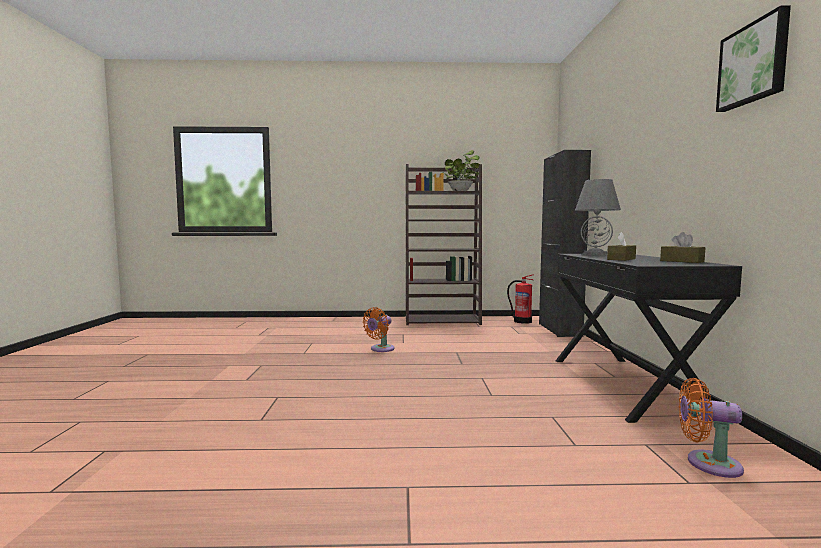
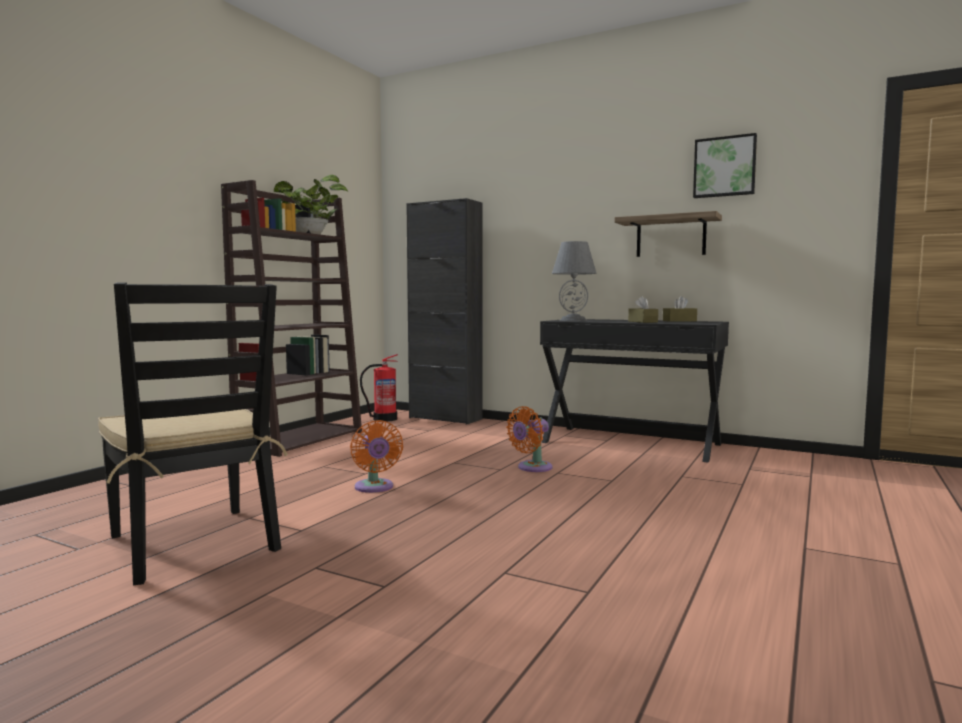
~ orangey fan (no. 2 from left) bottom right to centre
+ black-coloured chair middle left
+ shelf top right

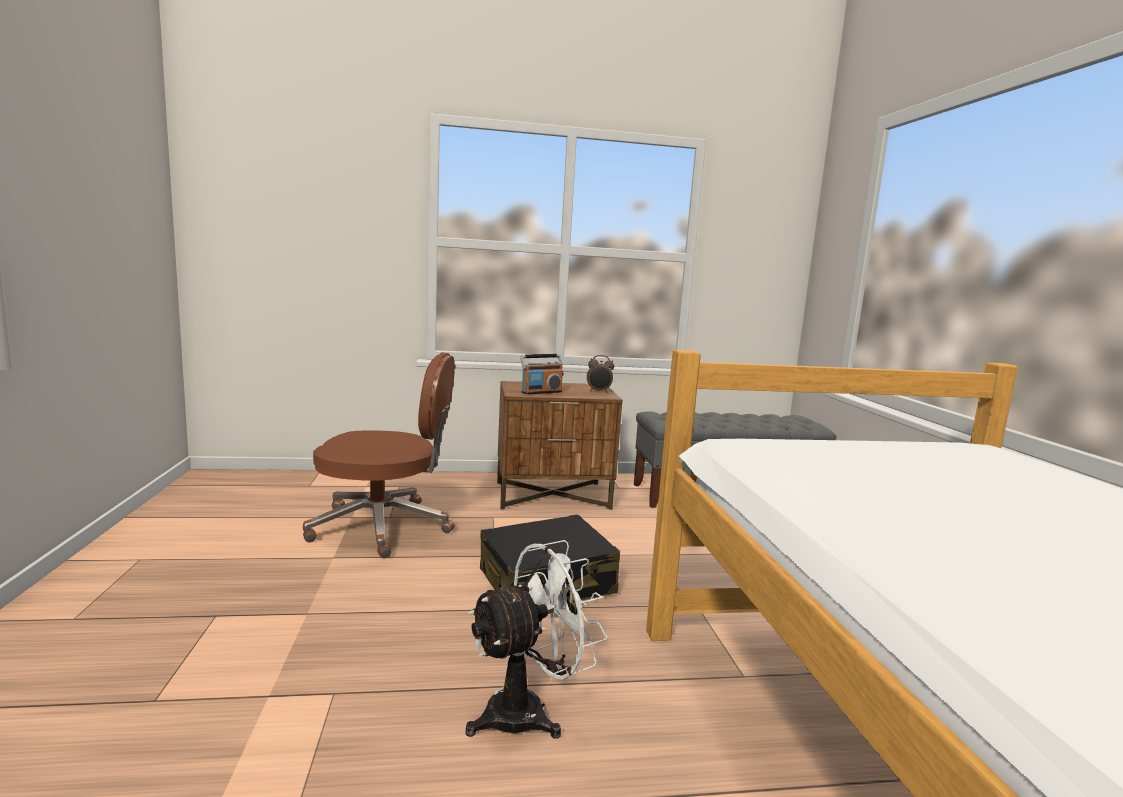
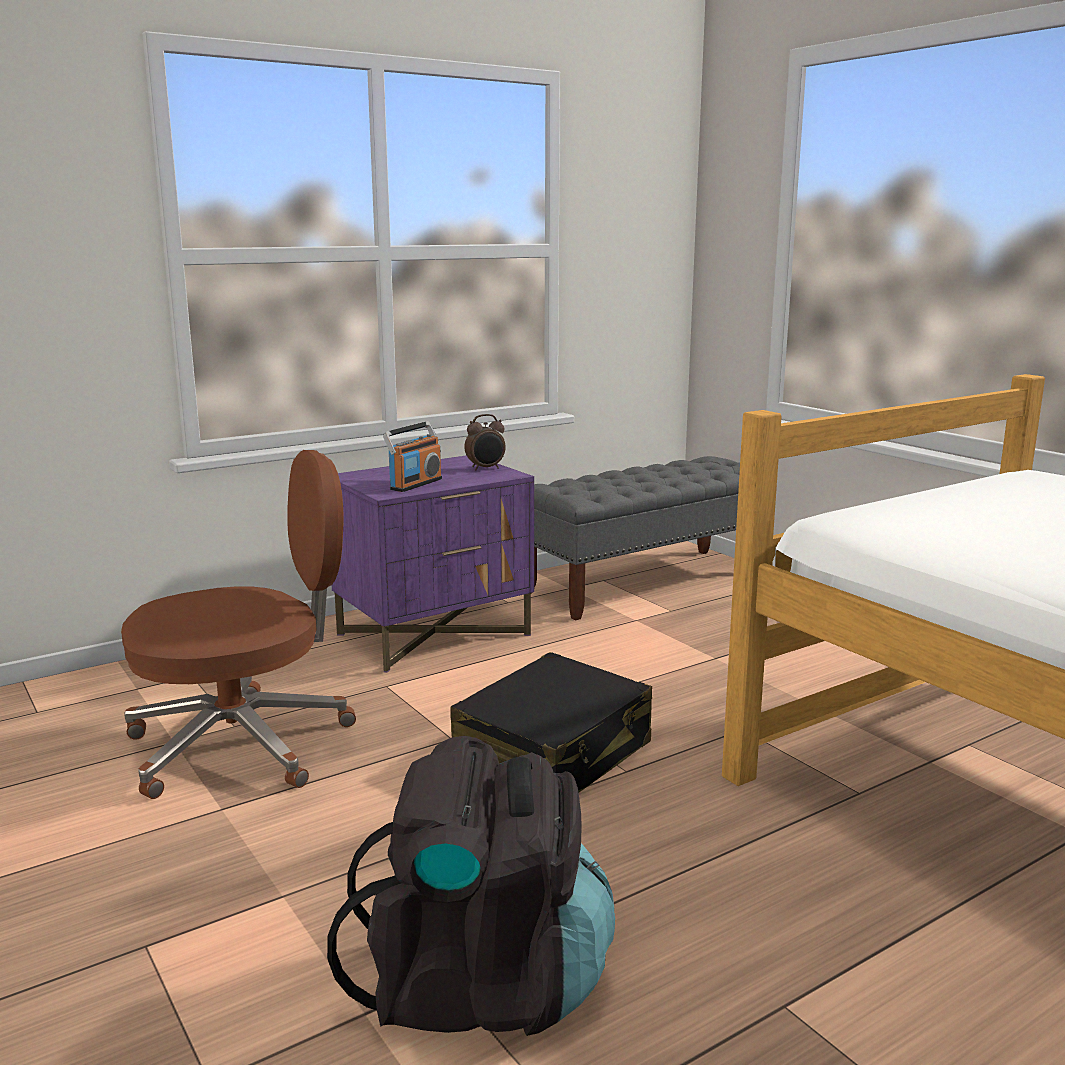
- white fan bottom centre
~ brown-coloured night table centre to purplish night table centre
+ black-coloured backpack bottom centre

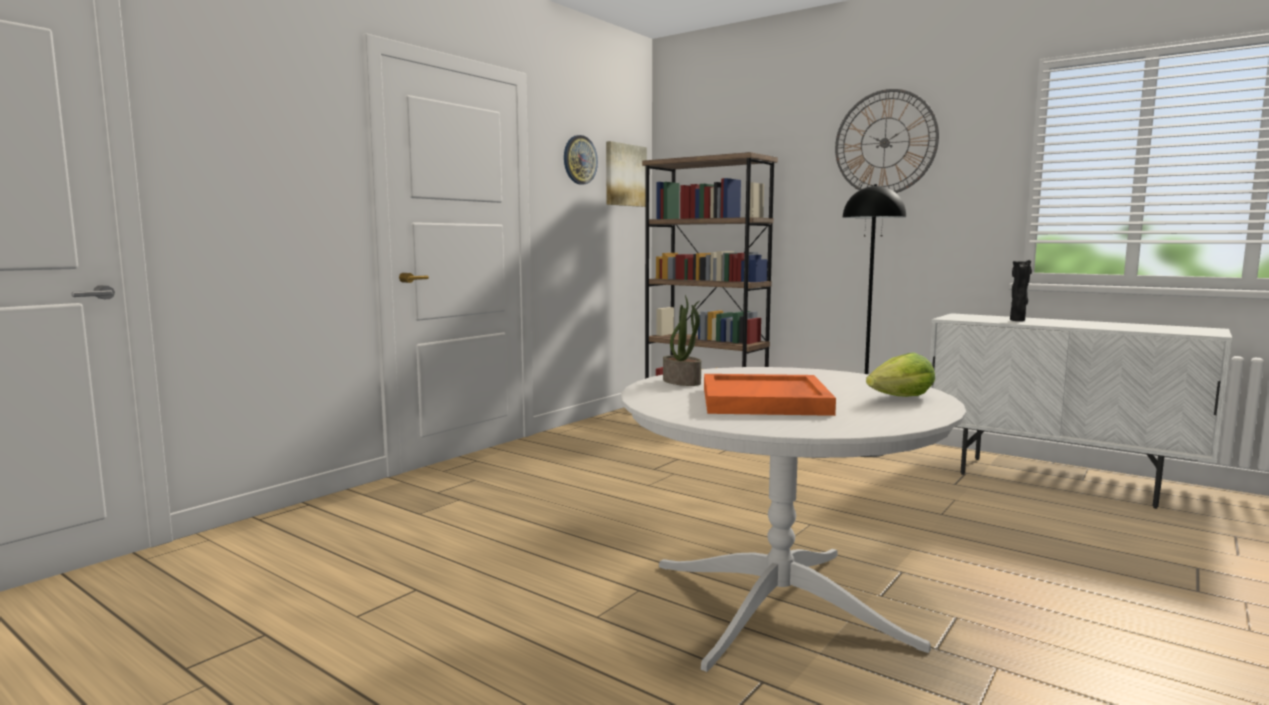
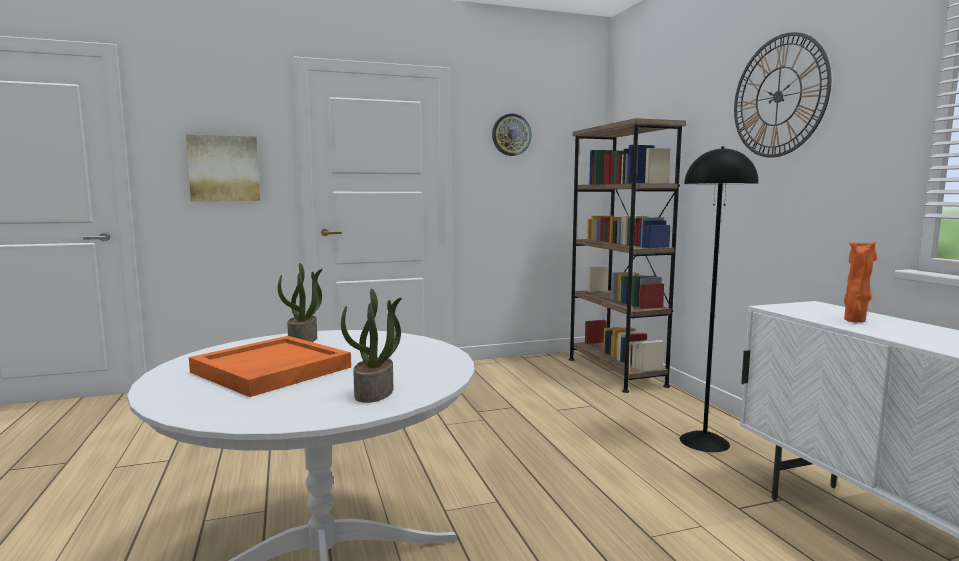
~ wall picture top centre to top left
~ lettuce middle right to plant in a pot (no. 2 from left) centre
~ black-coloured flower vase middle right to orangey flower vase middle right

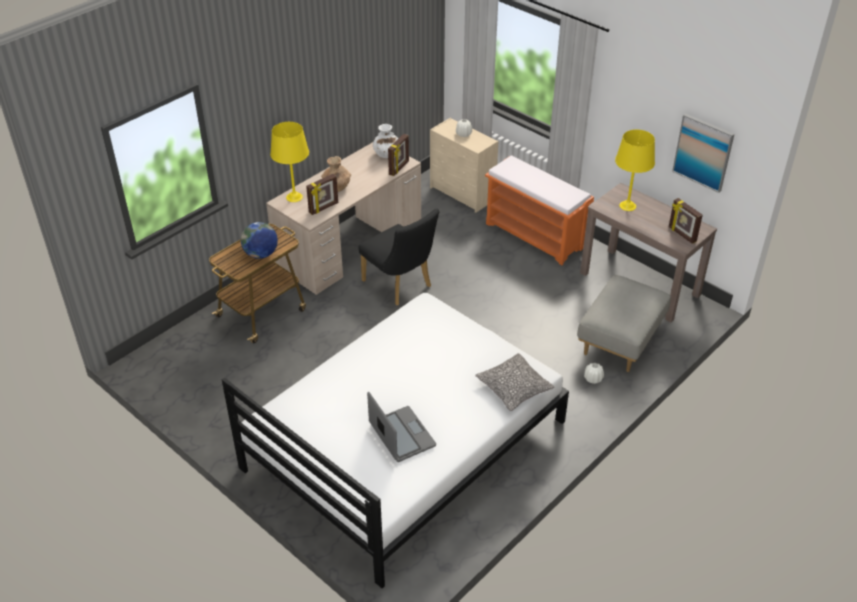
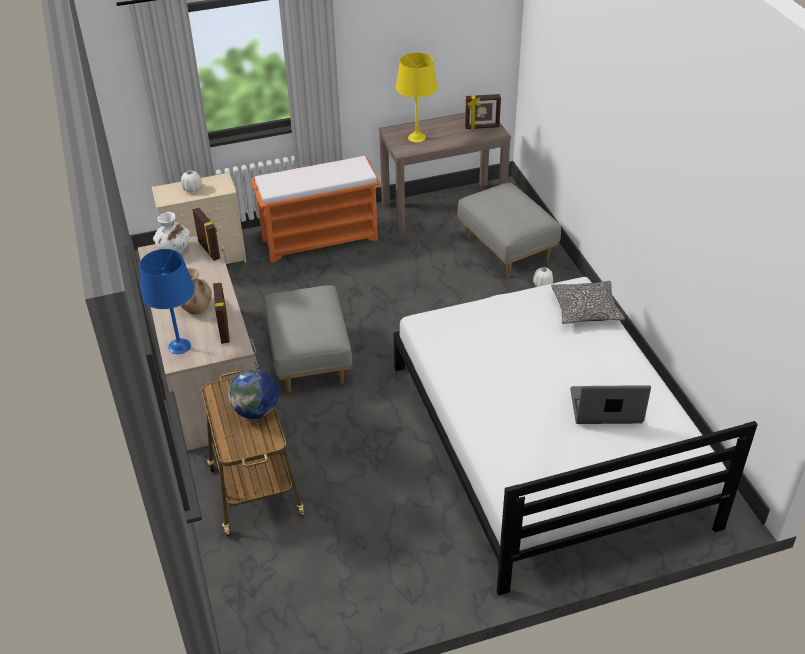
~ yellowish table lamp (no. 1 from left) top centre to blue-coloured table lamp middle left
~ black-coloured chair centre to greyish footrest (no. 1 from left) centre
- wall picture top right

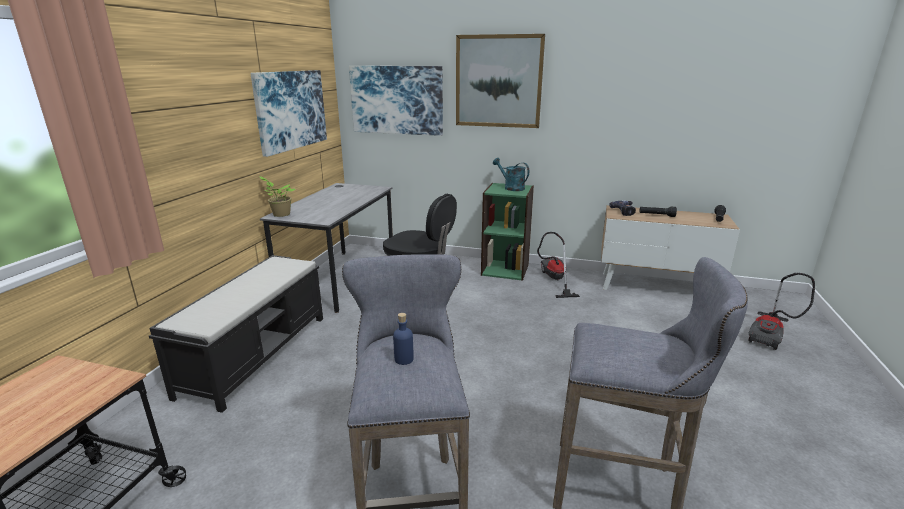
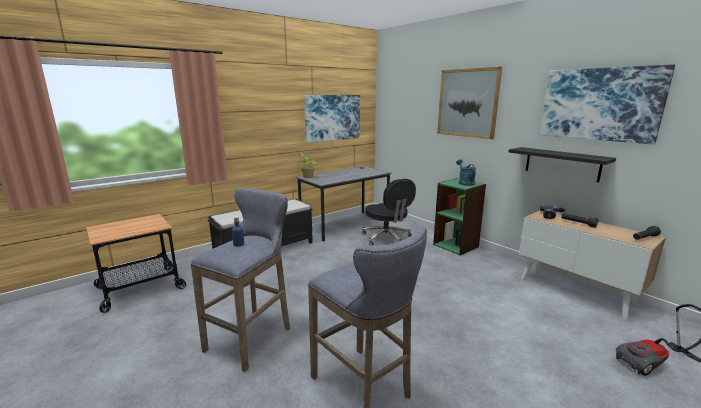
~ wall picture (no. 2 from left in the first image) top centre to wall picture (no. 3 from left) top right
- vacuum cleaner (no. 1 from left) centre
+ black-coloured shelf middle right

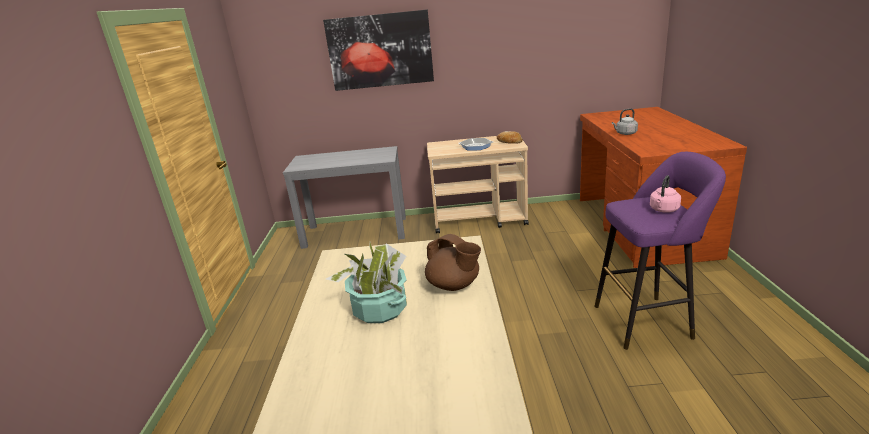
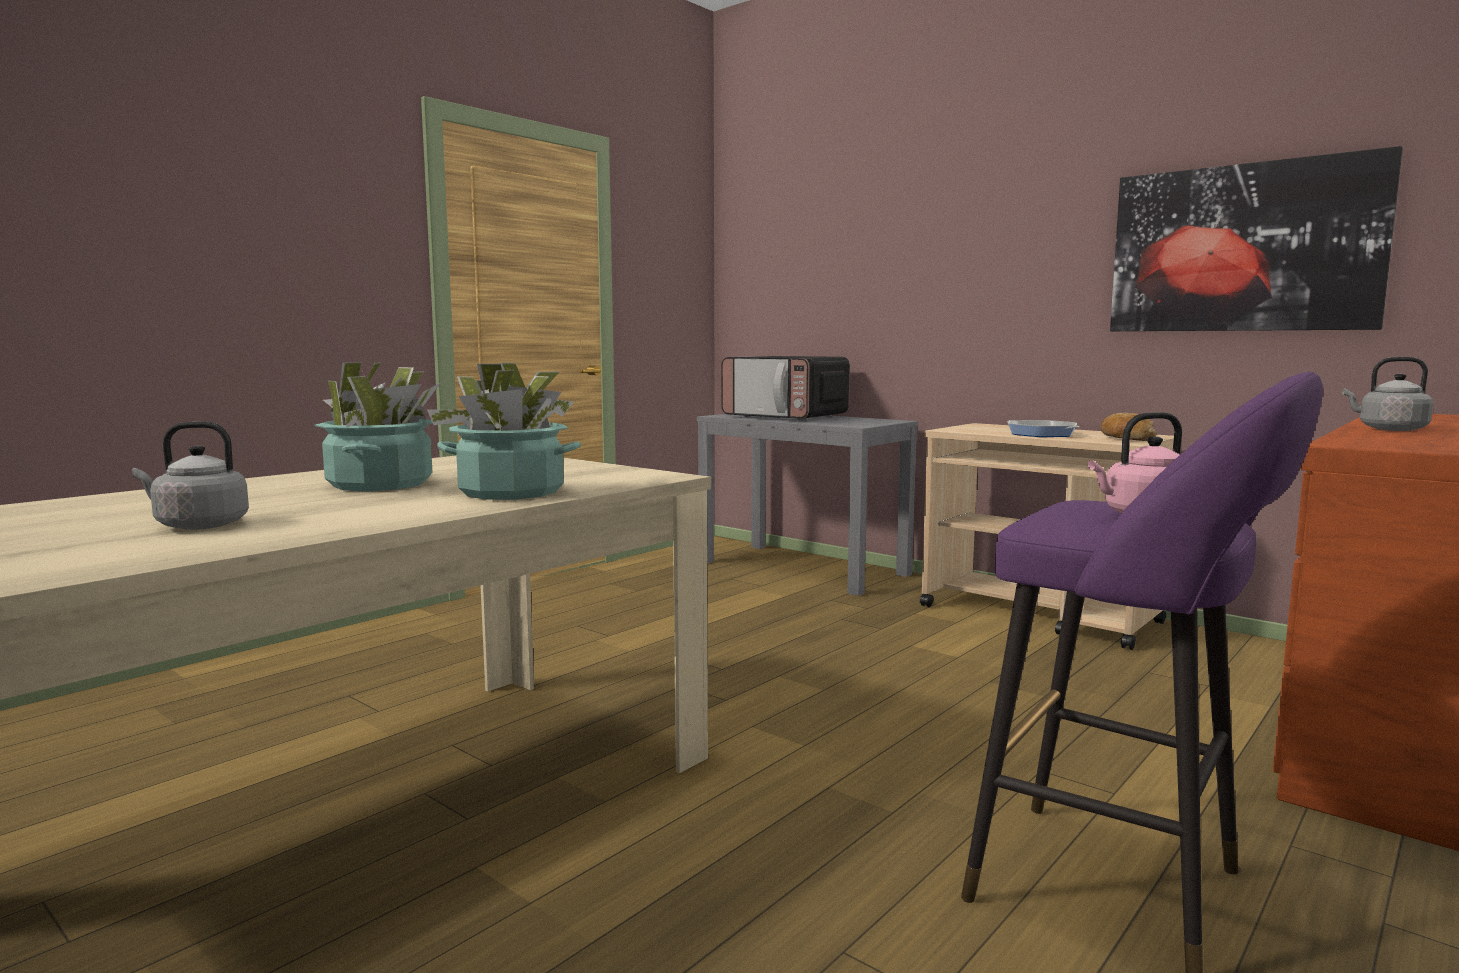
~ wall picture top centre to top right
~ brown-coloured pot for tea centre to plant in a pot (no. 2 from left) centre
+ greyish tea kettle (no. 1 from left) middle left
+ microwave oven centre

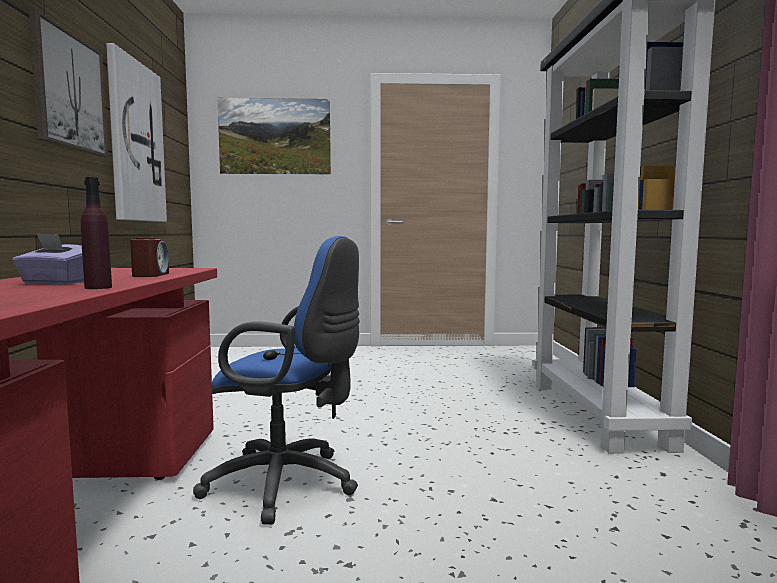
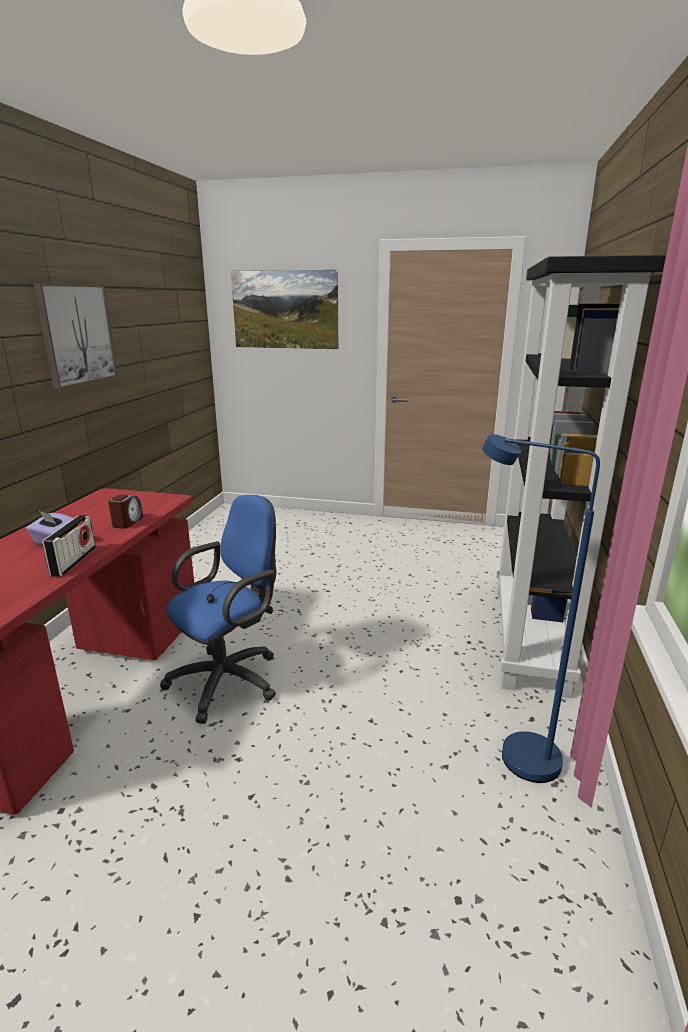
~ purplish beverage bottle middle left to radio set middle left
- wall picture (no. 2 from left) top left
~ blue-coloured desk chair centre = middle left 75 degrees counterclockwise
+ blue-coloured standard lamp middle right

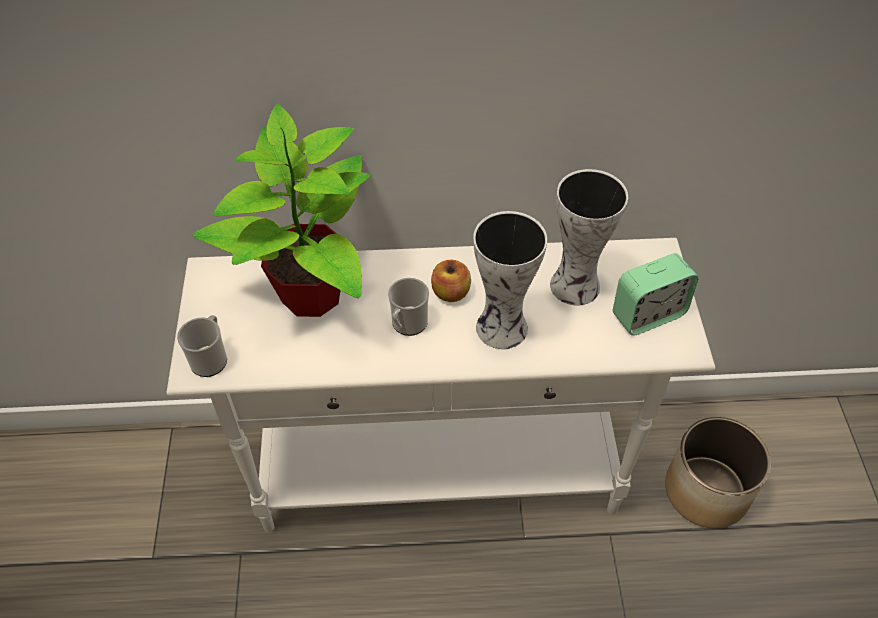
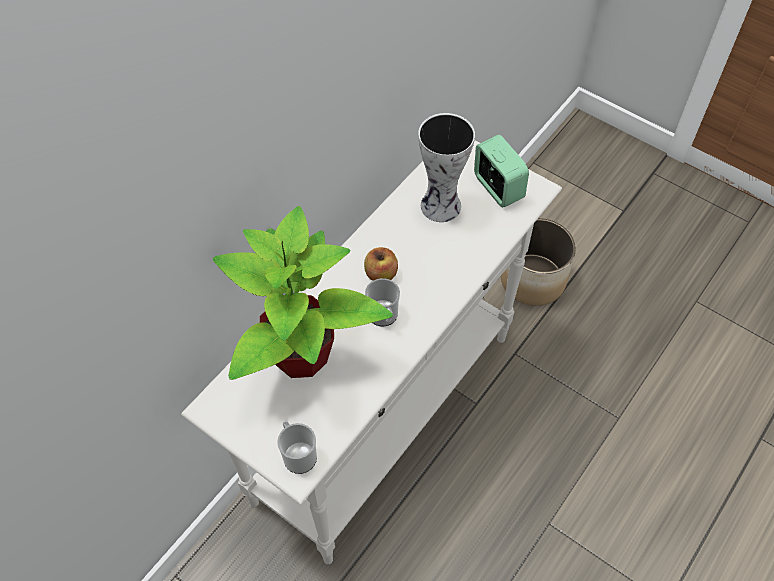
- flower vase (no. 1 from left) centre
~ alarm clock middle right = top centre 45 degrees counterclockwise

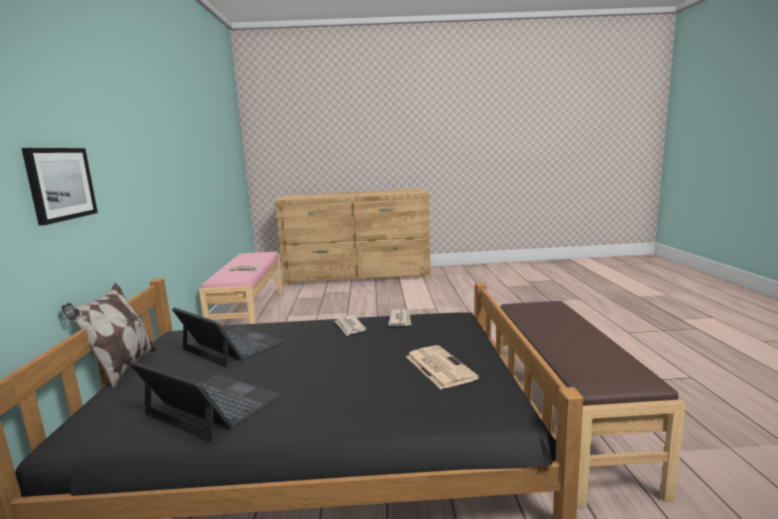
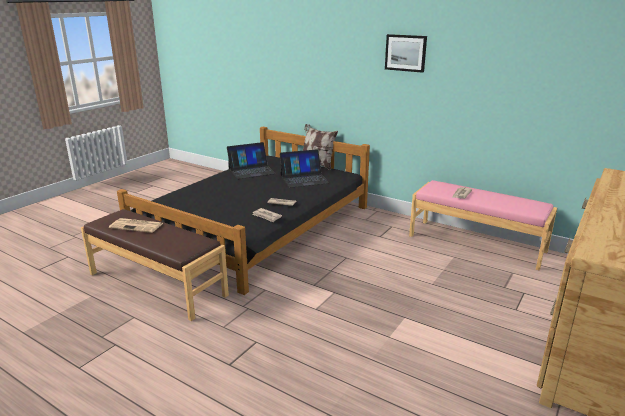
~ wall picture middle left to top centre
~ newspaper (no. 4 from left in the first image) bottom centre to newspaper (no. 1 from left) middle left

